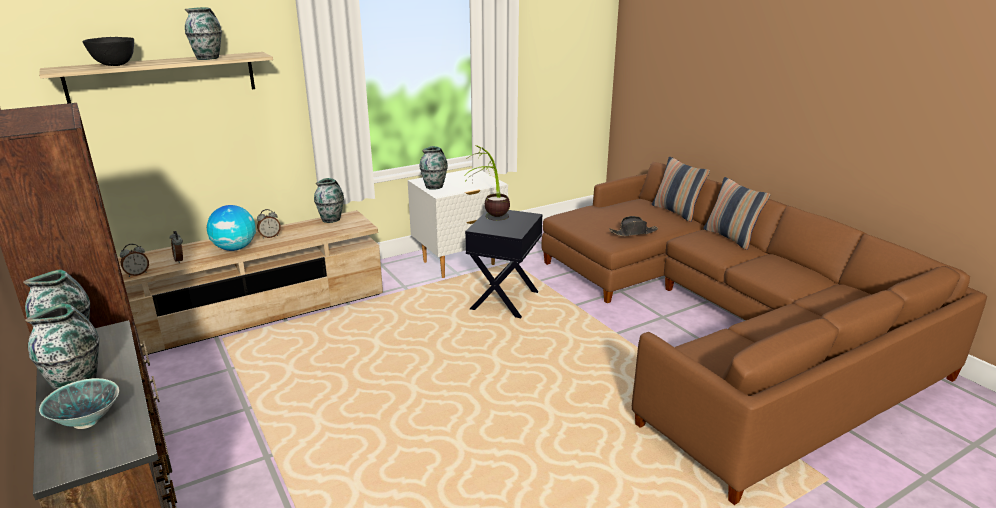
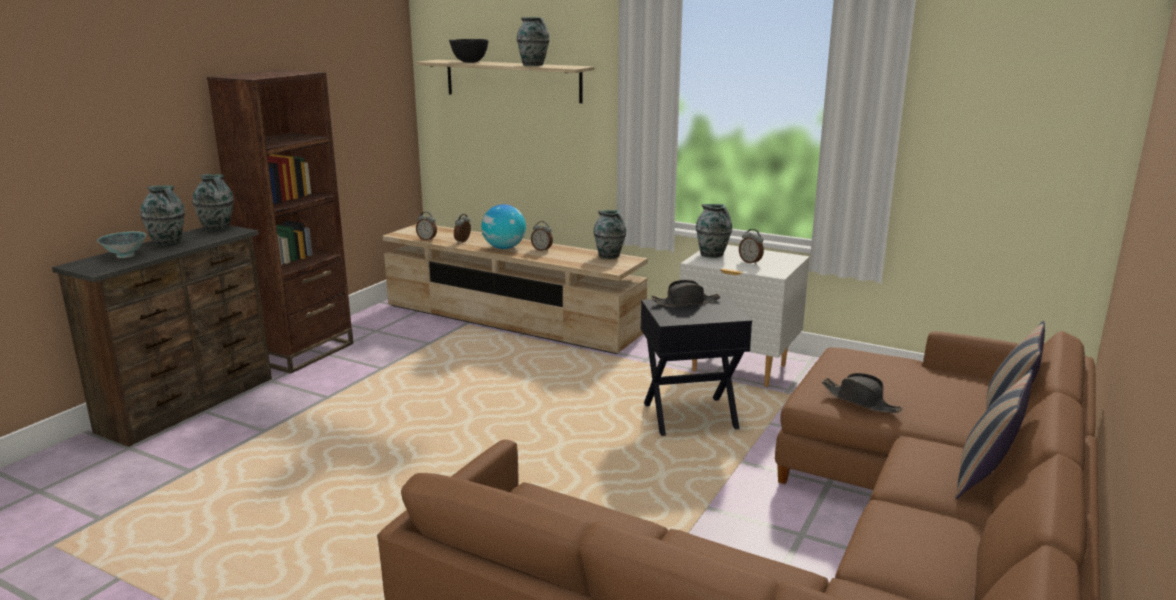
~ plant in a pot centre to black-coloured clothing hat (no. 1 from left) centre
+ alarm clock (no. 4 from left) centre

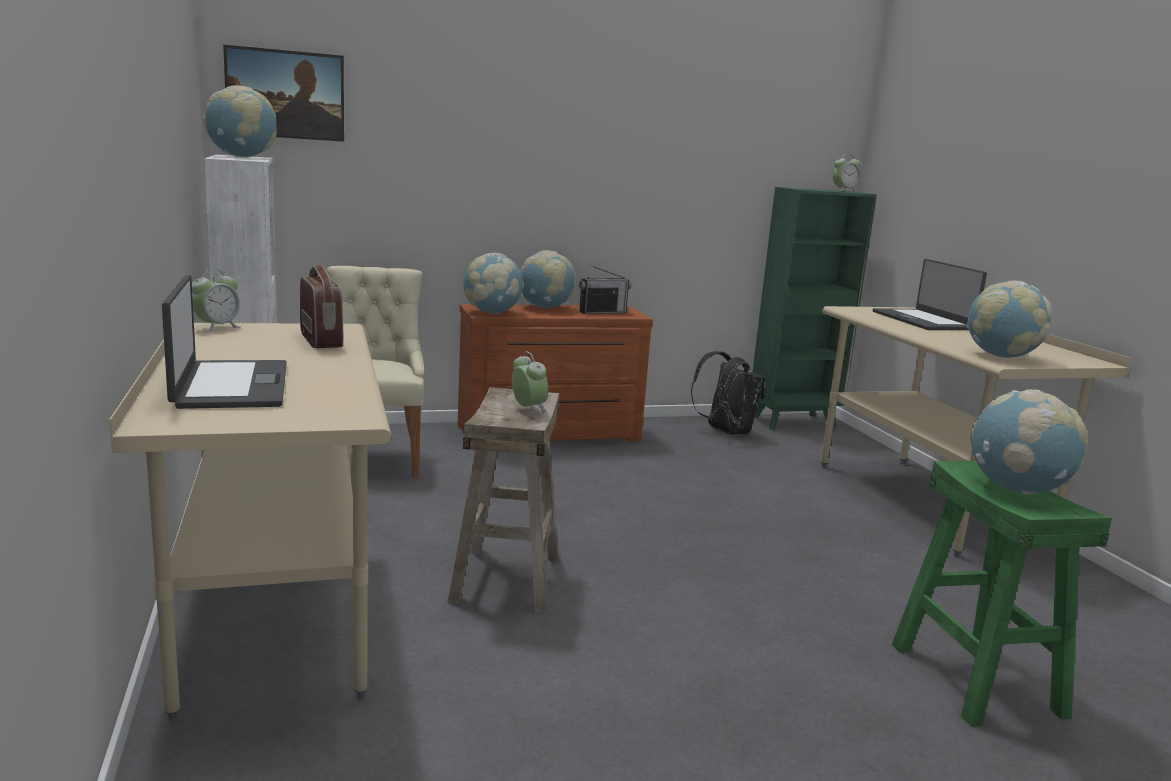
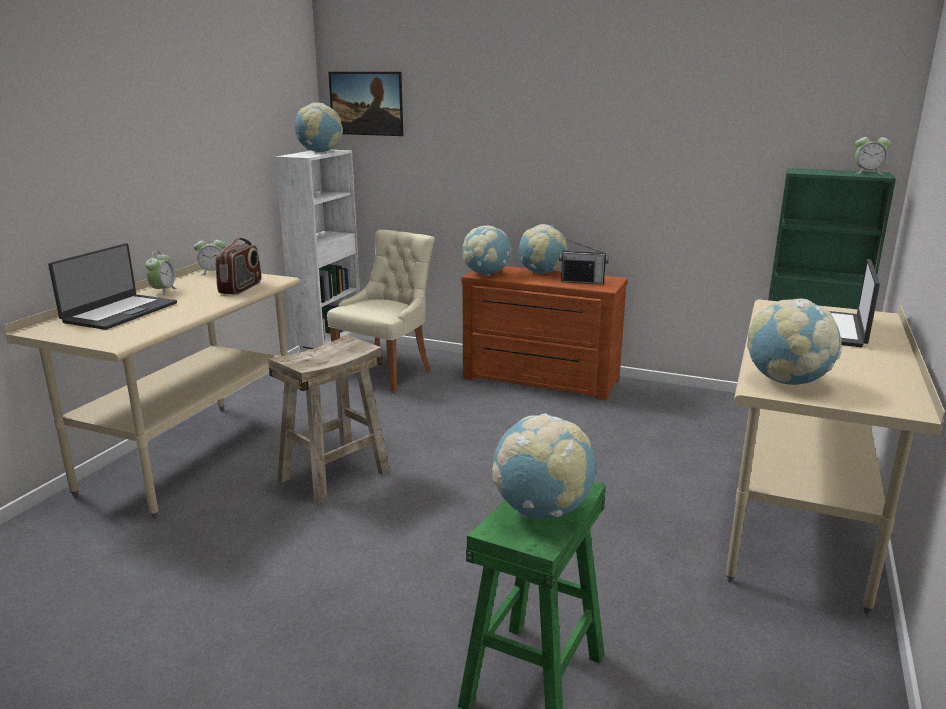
~ alarm clock (no. 2 from left in the first image) centre to alarm clock (no. 1 from left) middle left
- black-coloured backpack centre

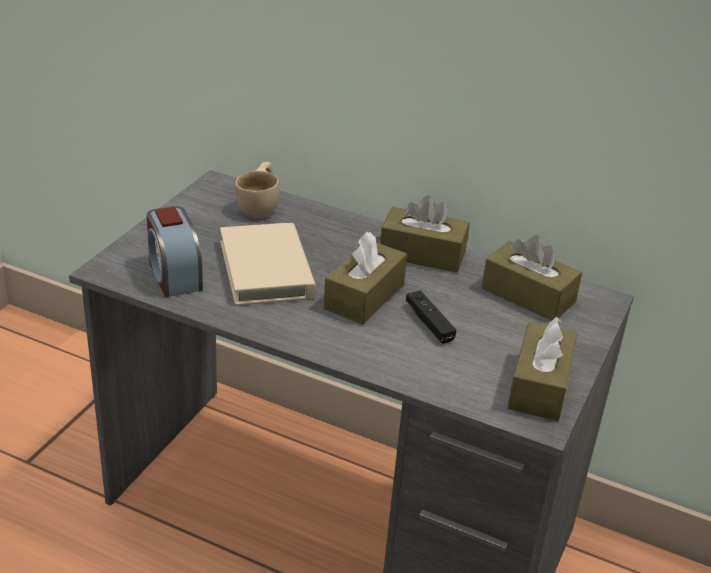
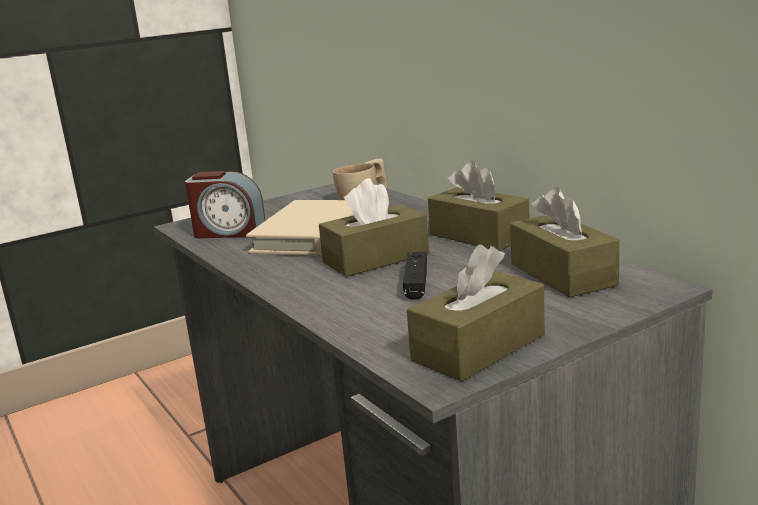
~ alarm clock middle left = middle left 90 degrees counterclockwise

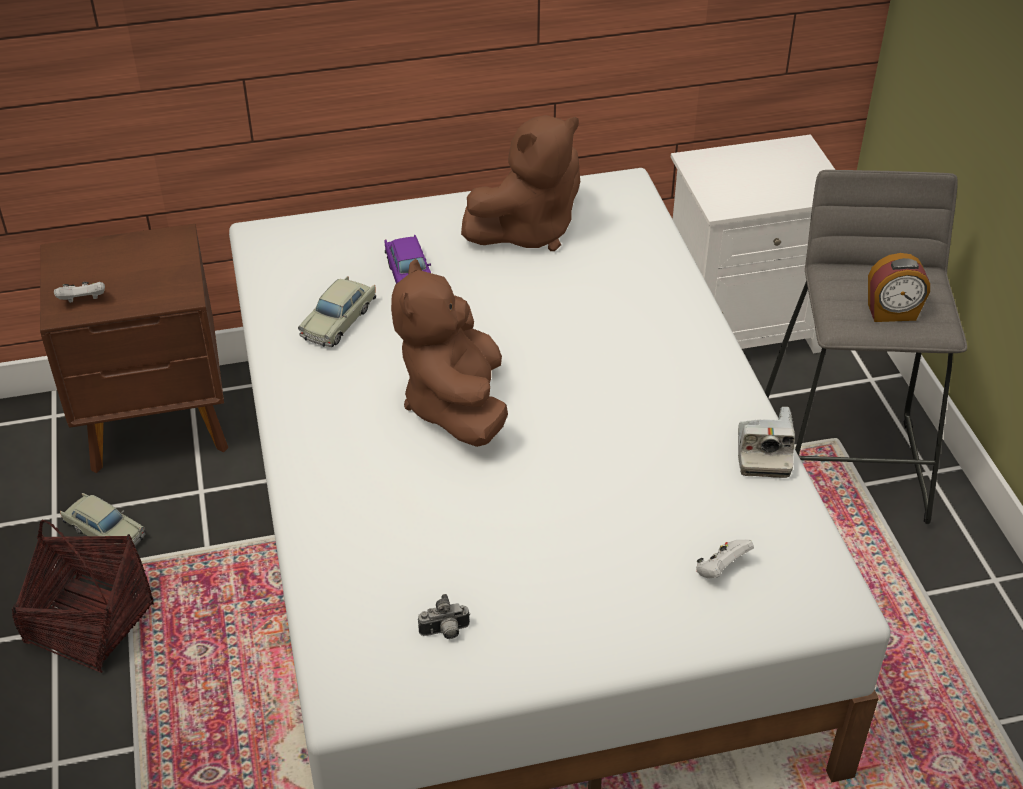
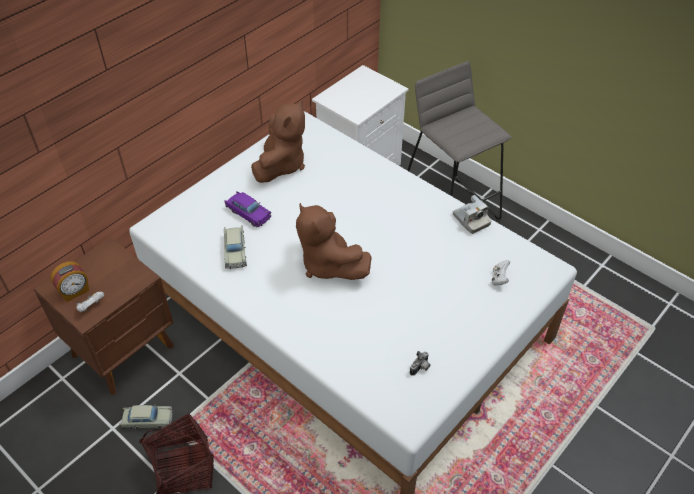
~ alarm clock middle right to middle left

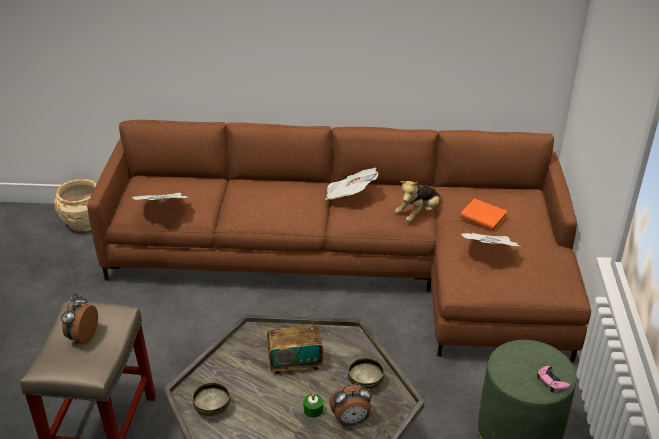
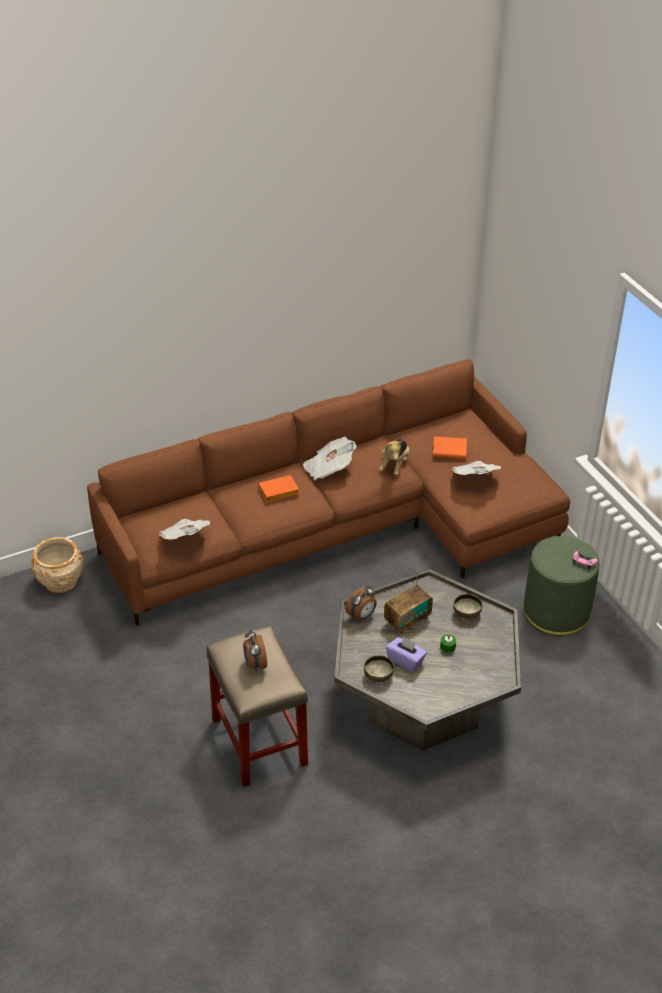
~ alarm clock (no. 2 from left) bottom centre to centre
+ orangey volume (no. 1 from left) centre
+ purplish box of tissues centre

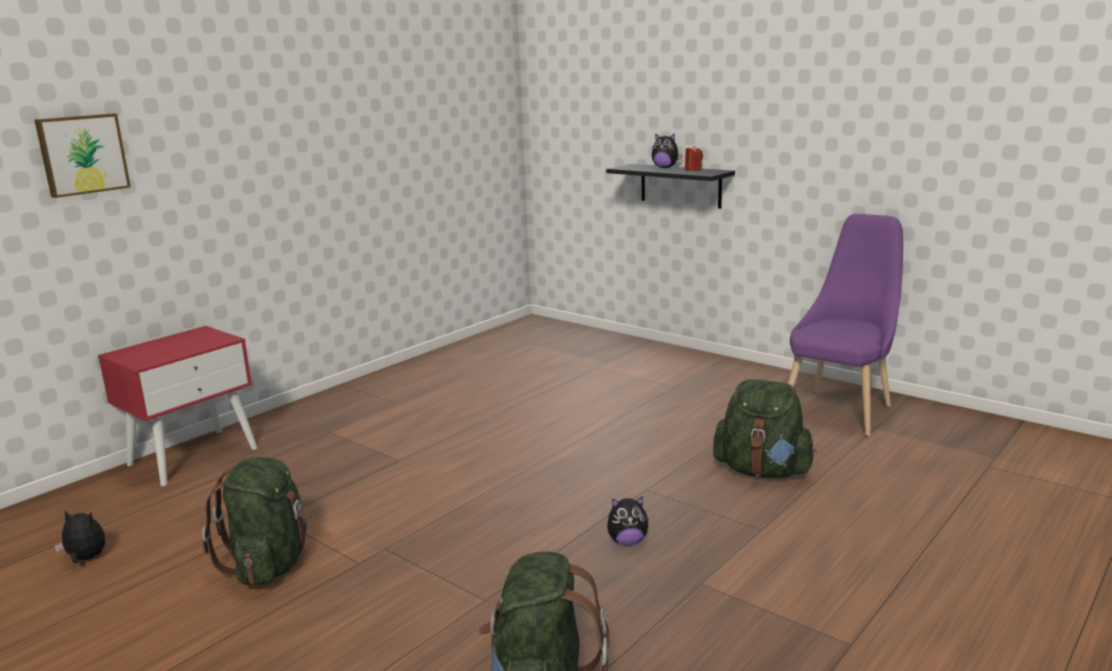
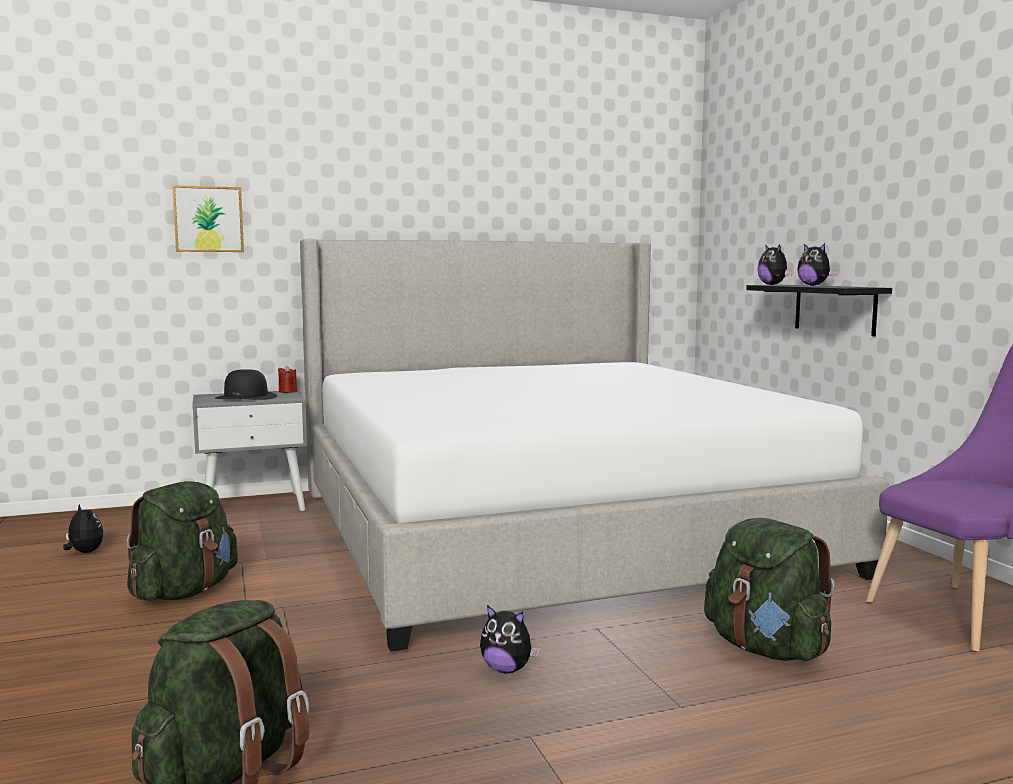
~ red-coloured night table middle left to greyish night table middle left
~ red-coloured wax candle top centre to middle left
+ black-coloured clothing hat middle left
+ bed centre
+ plush toy (no. 3 from left) middle right

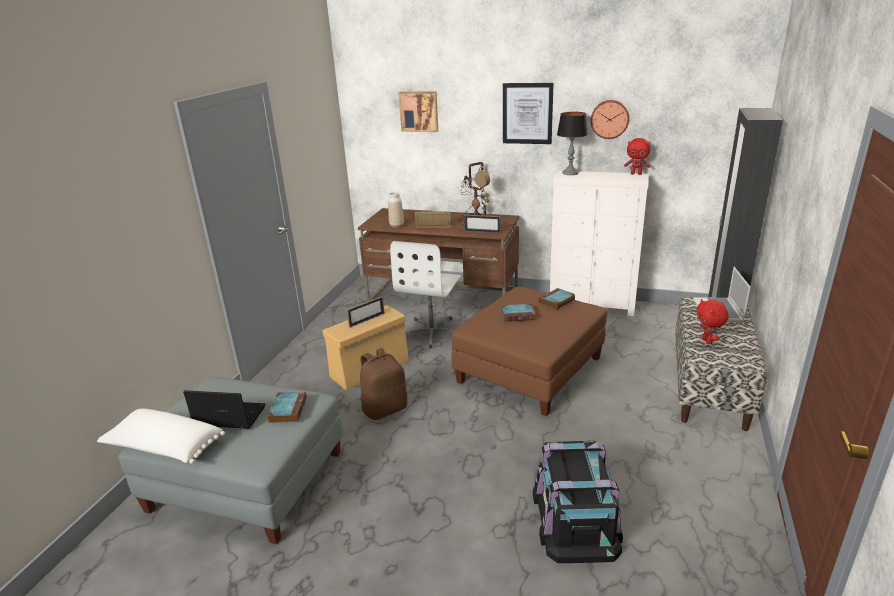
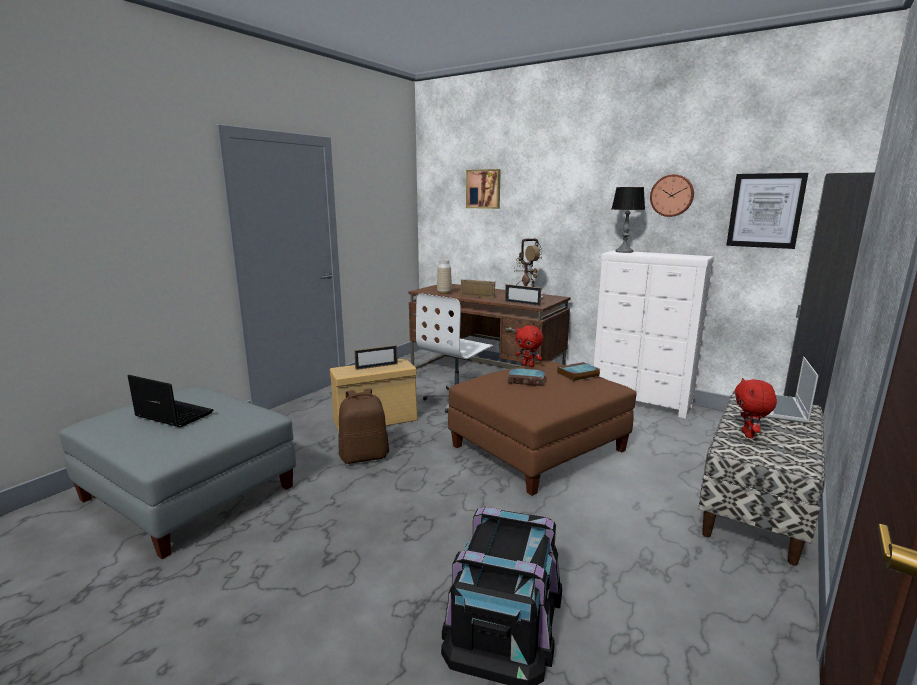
- white throw pillow bottom left
- volume (no. 1 from left) bottom left
~ wall picture (no. 2 from left) top centre to top right
~ red-coloured plush toy (no. 1 from left) top right to centre

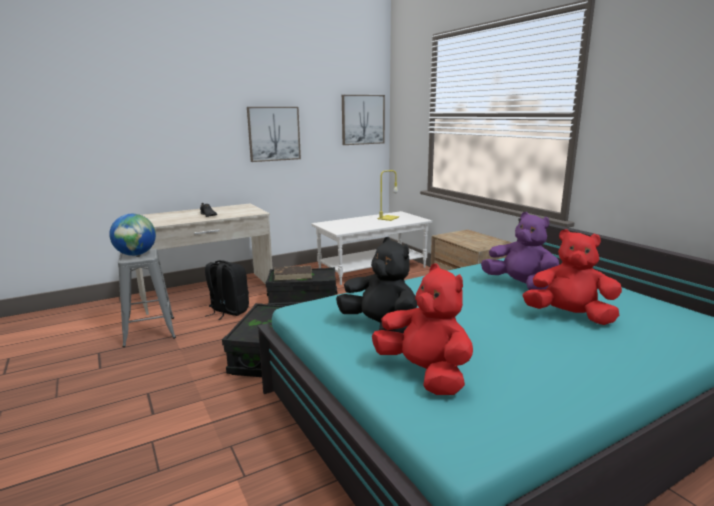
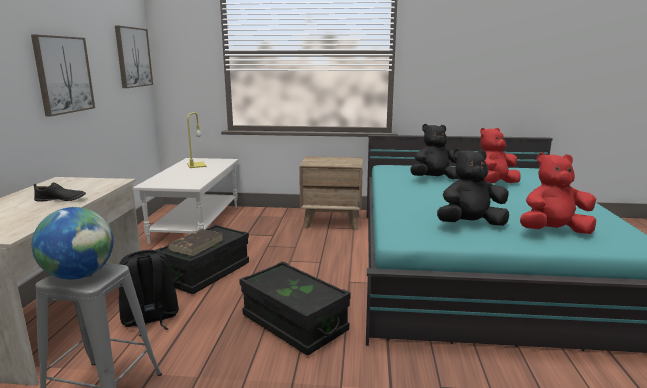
~ purplish plush toy middle right to black-coloured plush toy (no. 1 from left) middle right

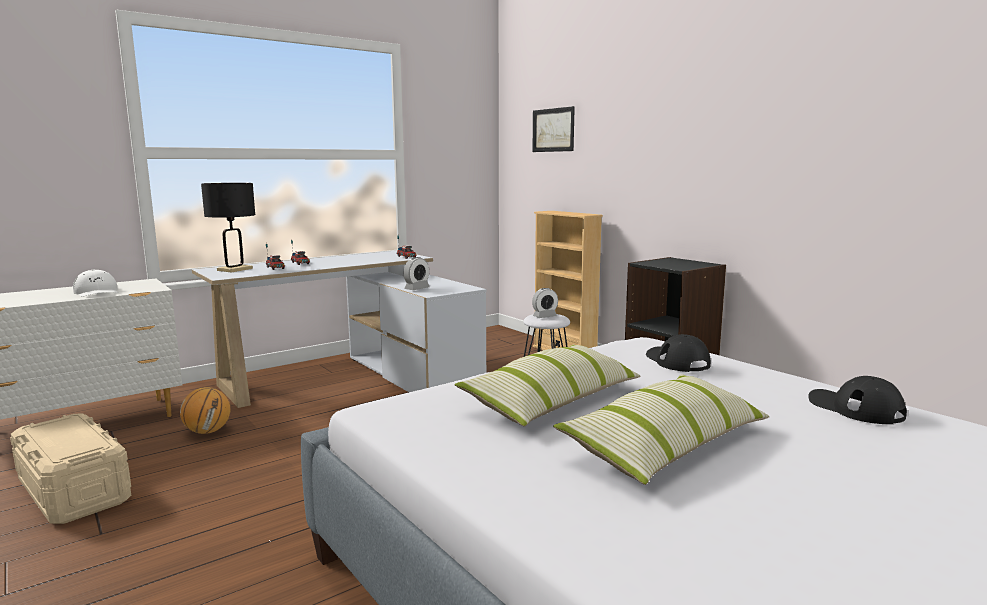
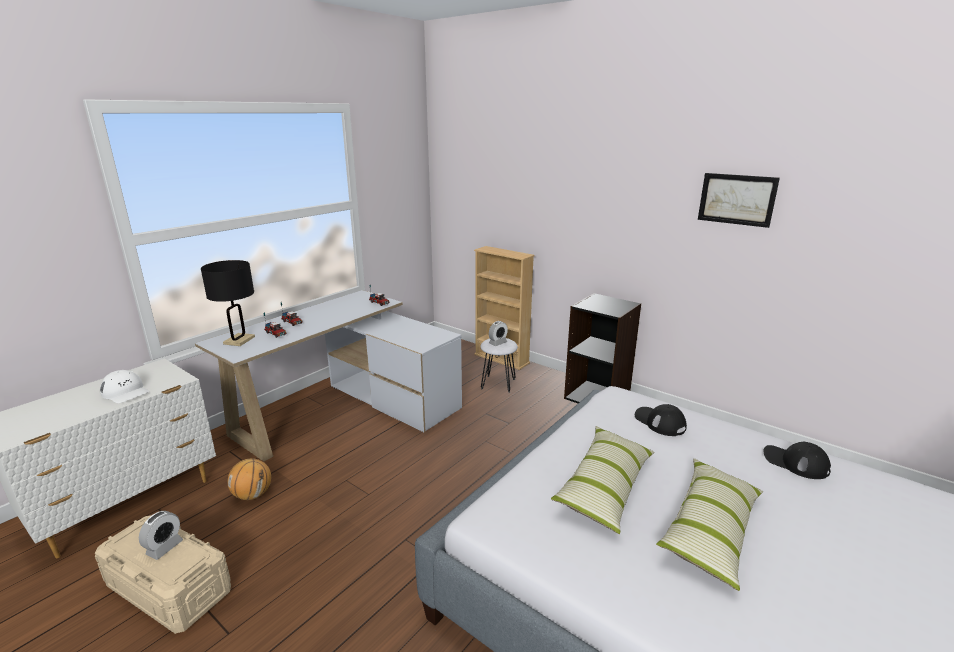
~ alarm clock (no. 1 from left) centre to bottom left
~ wall picture top centre to top right

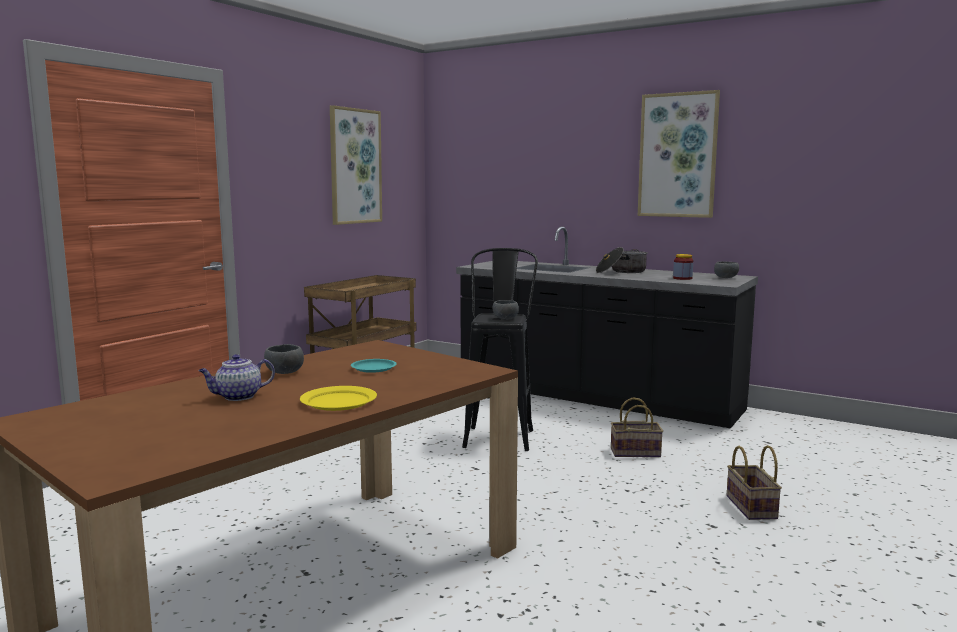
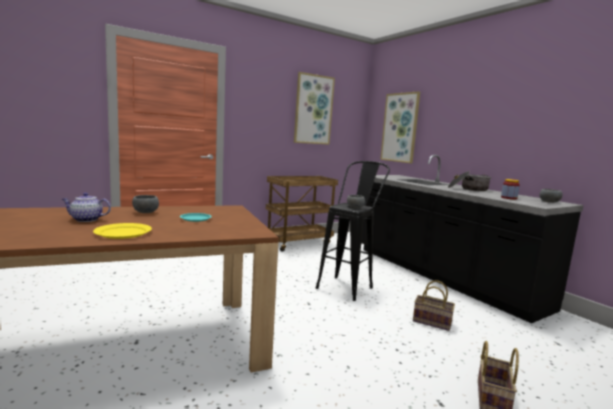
~ wall picture (no. 2 from left) top right to top centre

